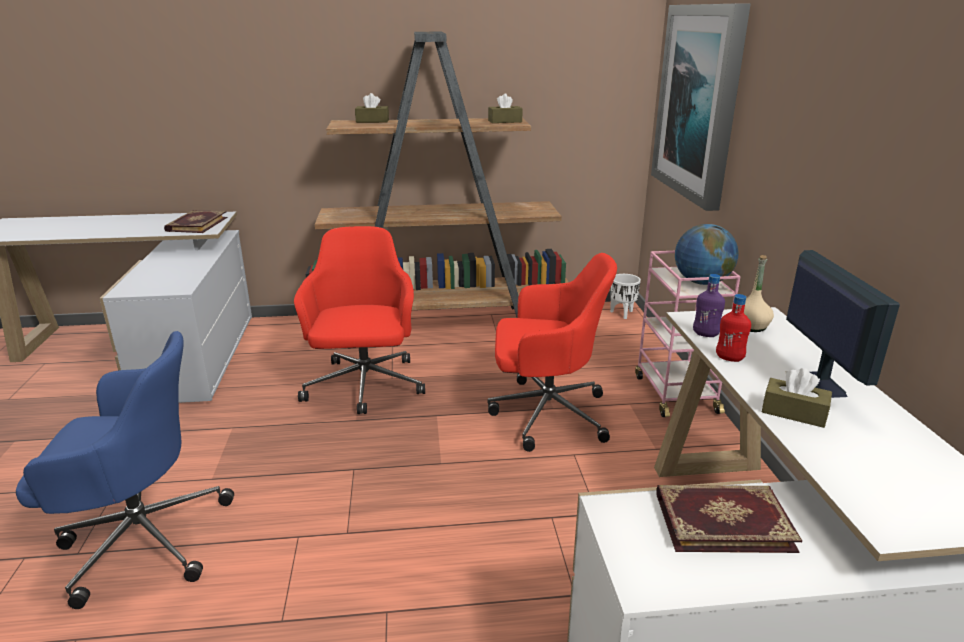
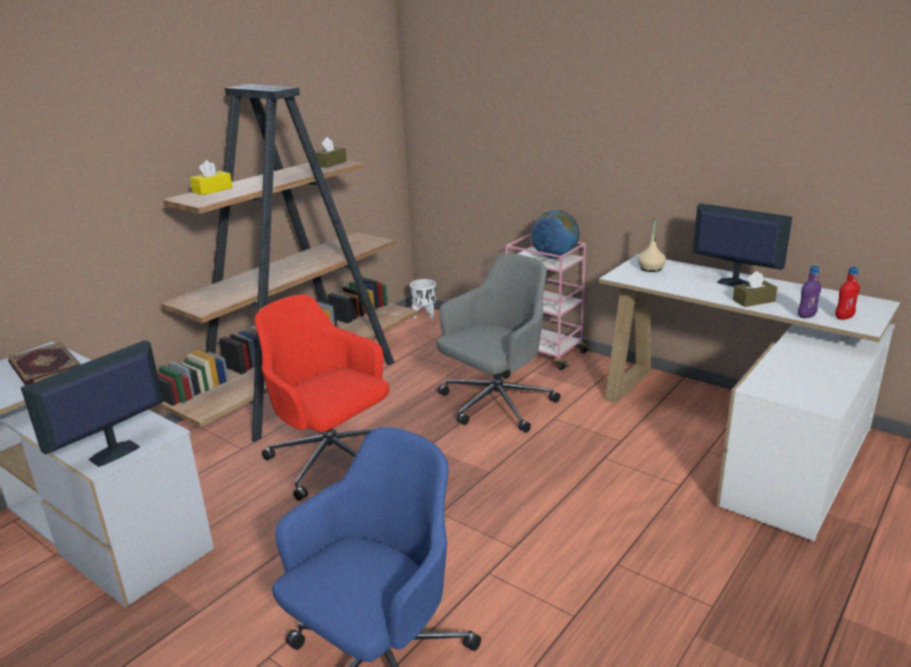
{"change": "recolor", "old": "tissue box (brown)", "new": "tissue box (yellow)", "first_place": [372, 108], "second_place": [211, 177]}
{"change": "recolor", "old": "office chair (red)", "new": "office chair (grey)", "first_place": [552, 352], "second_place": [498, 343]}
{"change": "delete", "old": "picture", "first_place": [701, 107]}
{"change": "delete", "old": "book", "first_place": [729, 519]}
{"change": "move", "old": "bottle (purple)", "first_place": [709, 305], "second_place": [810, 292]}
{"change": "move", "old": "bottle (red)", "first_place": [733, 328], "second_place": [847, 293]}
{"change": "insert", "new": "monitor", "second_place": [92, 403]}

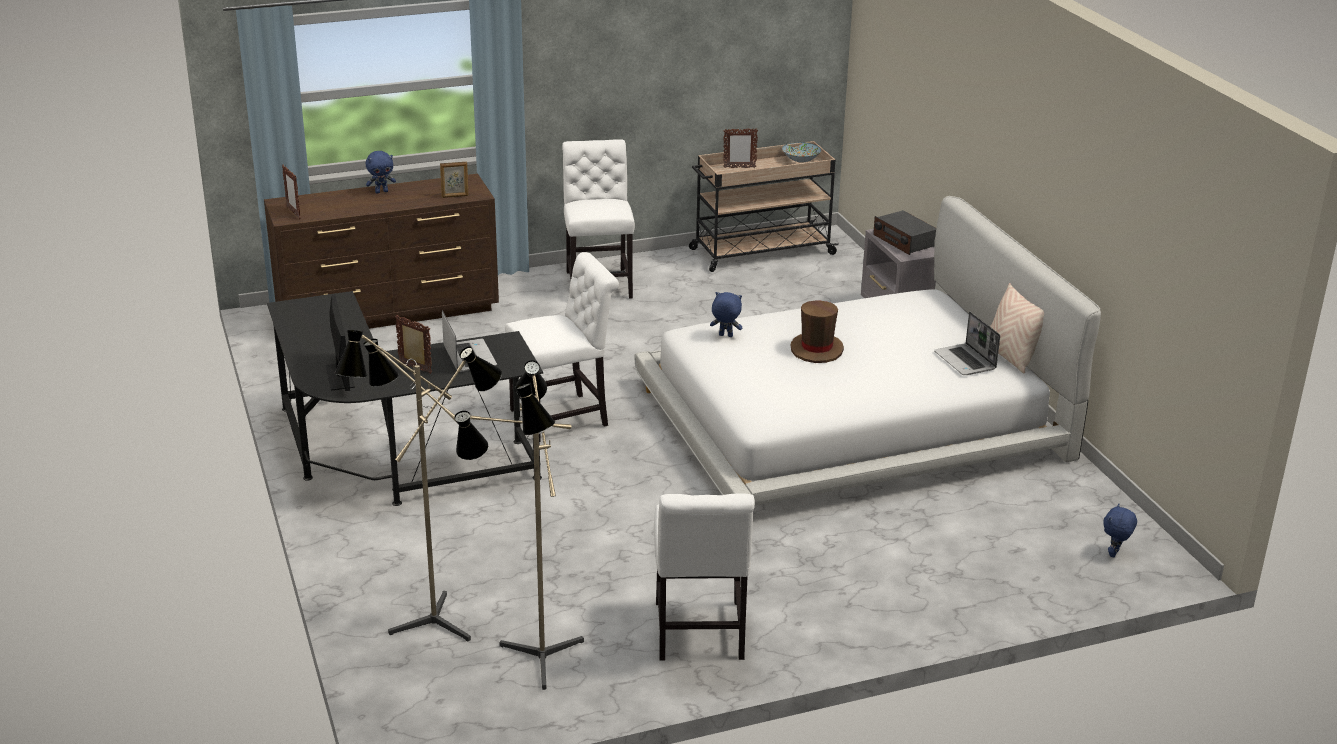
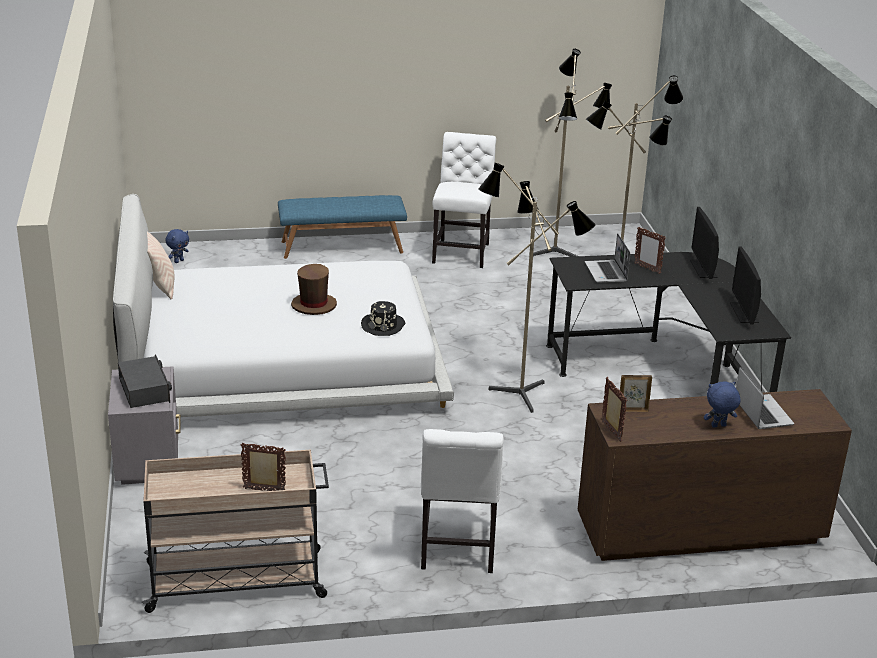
{"change": "move", "old": "picture frame", "first_place": [291, 192], "second_place": [614, 409]}
{"change": "replace", "old": "chair (white)", "new": "floor lamp", "first_place": [562, 347], "second_place": [537, 288]}
{"change": "replace", "old": "plush toy (blue)", "new": "hat (black)", "first_place": [726, 314], "second_place": [383, 318]}
{"change": "delete", "old": "bowl", "first_place": [801, 152]}
{"change": "move", "old": "laptop", "first_place": [967, 343], "second_place": [765, 398]}
{"change": "insert", "new": "bench (blue)", "second_place": [342, 227]}
{"change": "insert", "new": "monitor", "second_place": [745, 285]}

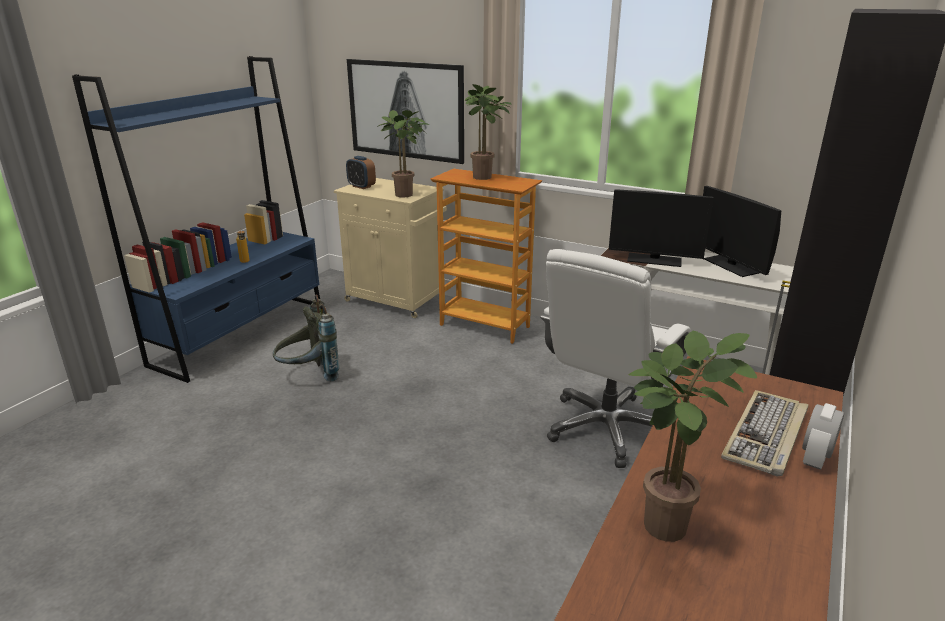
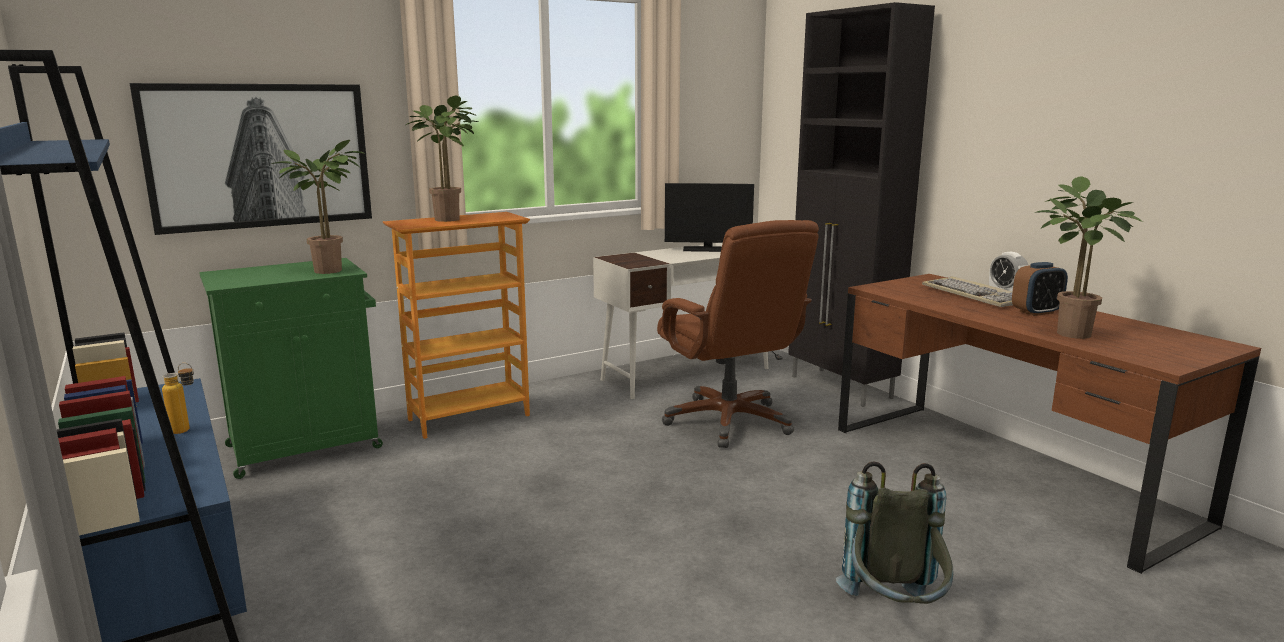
{"change": "move", "old": "backpack (grey)", "first_place": [306, 338], "second_place": [895, 532]}
{"change": "recolor", "old": "cabinet (beige)", "new": "cabinet (green)", "first_place": [390, 248], "second_place": [291, 368]}
{"change": "move", "old": "alarm clock", "first_place": [361, 172], "second_place": [1040, 289]}
{"change": "recolor", "old": "office chair (white)", "new": "office chair (brown)", "first_place": [615, 358], "second_place": [738, 334]}
{"change": "delete", "old": "monitor", "first_place": [661, 228]}

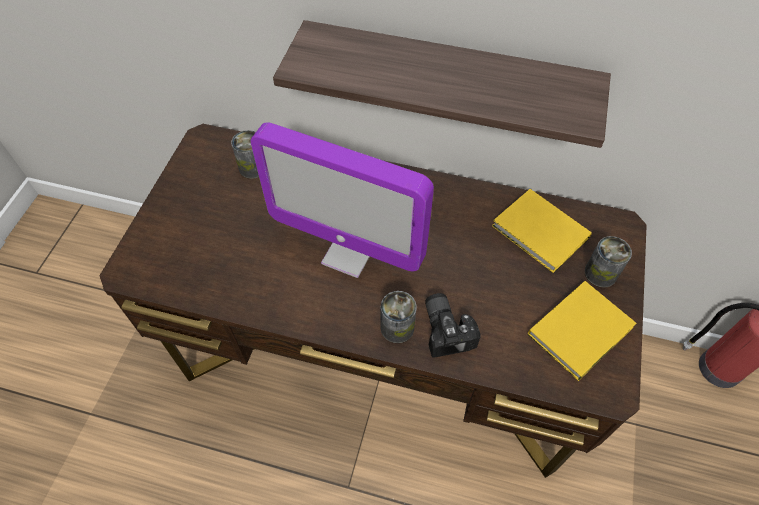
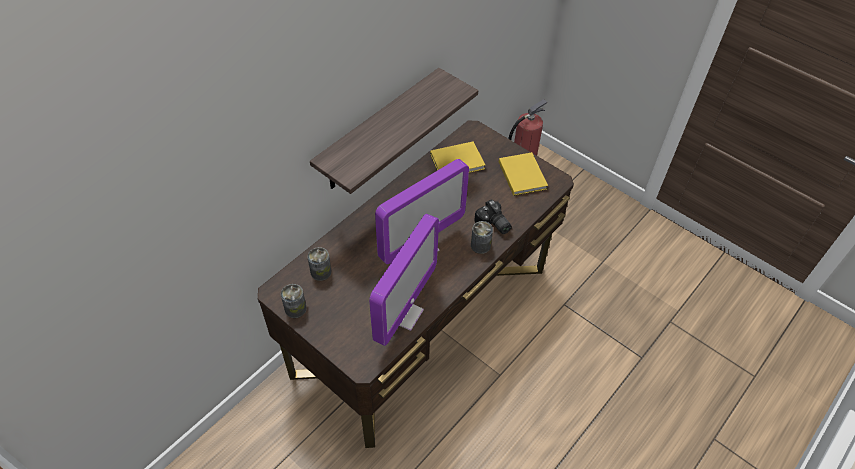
{"change": "rotate", "old": "photo camera", "first_place": [453, 325], "second_place": [493, 216], "degrees": -135}
{"change": "move", "old": "can", "first_place": [608, 262], "second_place": [294, 301]}
{"change": "insert", "new": "monitor", "second_place": [404, 280]}

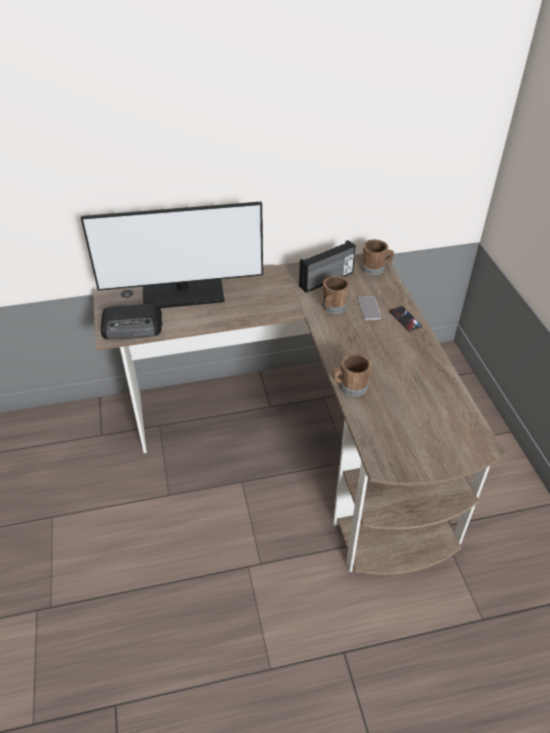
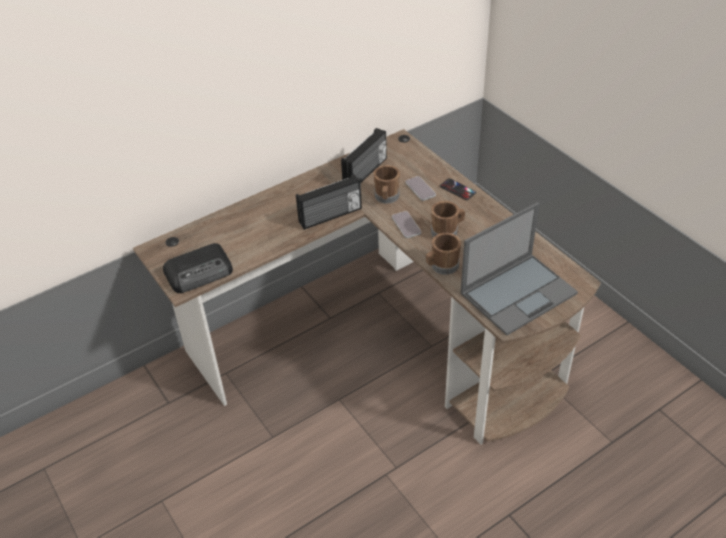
{"change": "delete", "old": "monitor", "first_place": [172, 254]}
{"change": "move", "old": "mug (brown)", "first_place": [377, 257], "second_place": [448, 219]}
{"change": "insert", "new": "radio", "second_place": [329, 202]}
{"change": "insert", "new": "phone", "second_place": [406, 224]}
{"change": "insert", "new": "laptop", "second_place": [519, 268]}

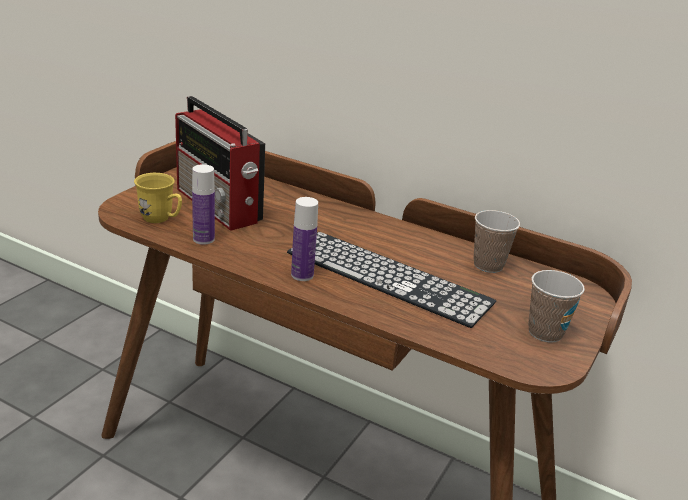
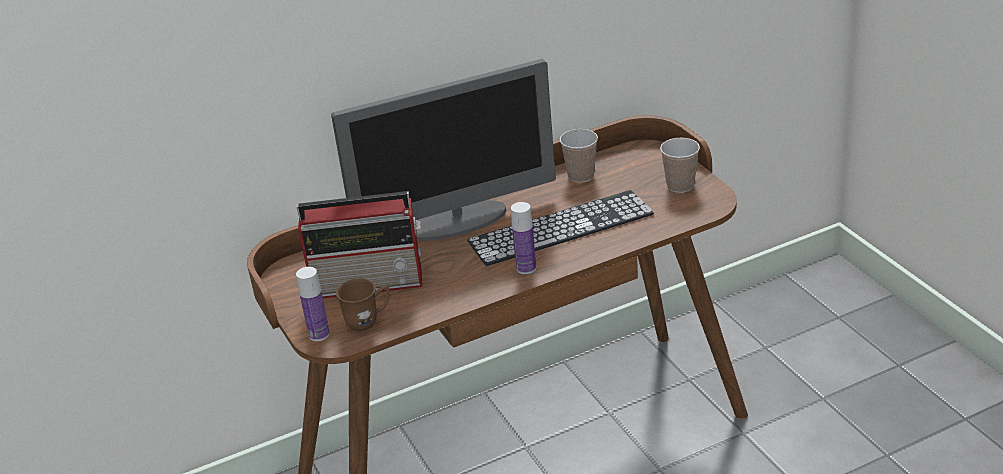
{"change": "recolor", "old": "mug (yellow)", "new": "mug (brown)", "first_place": [158, 198], "second_place": [363, 305]}
{"change": "move", "old": "bottle", "first_place": [203, 204], "second_place": [313, 304]}
{"change": "insert", "new": "monitor", "second_place": [443, 150]}

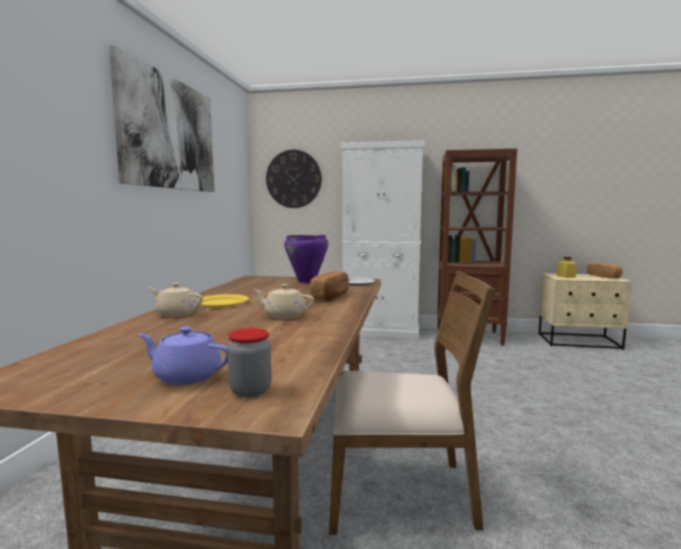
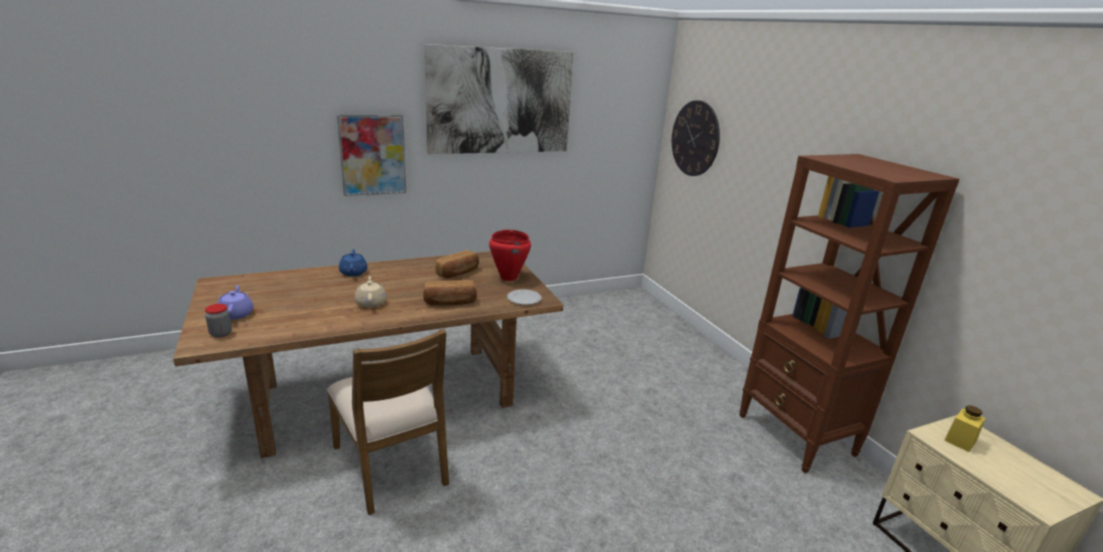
{"change": "recolor", "old": "teapot (beige)", "new": "teapot (blue)", "first_place": [176, 300], "second_place": [353, 262]}
{"change": "delete", "old": "plate (yellow)", "first_place": [223, 301]}
{"change": "recolor", "old": "cooking pot (purple)", "new": "cooking pot (red)", "first_place": [306, 259], "second_place": [510, 255]}
{"change": "delete", "old": "cabinet (white)", "first_place": [382, 239]}
{"change": "move", "old": "bread", "first_place": [605, 271], "second_place": [457, 264]}
{"change": "insert", "new": "picture", "second_place": [371, 155]}

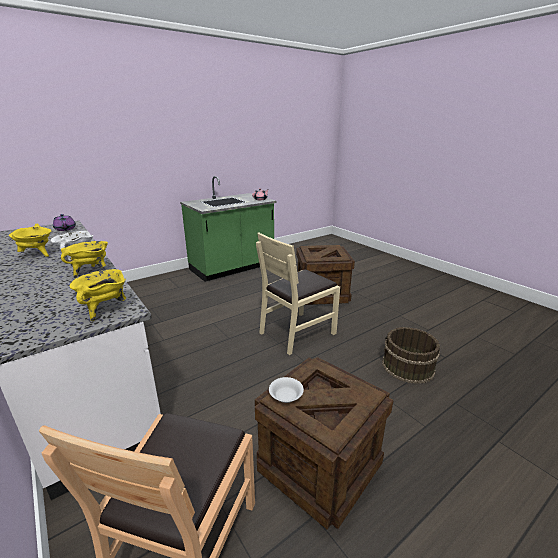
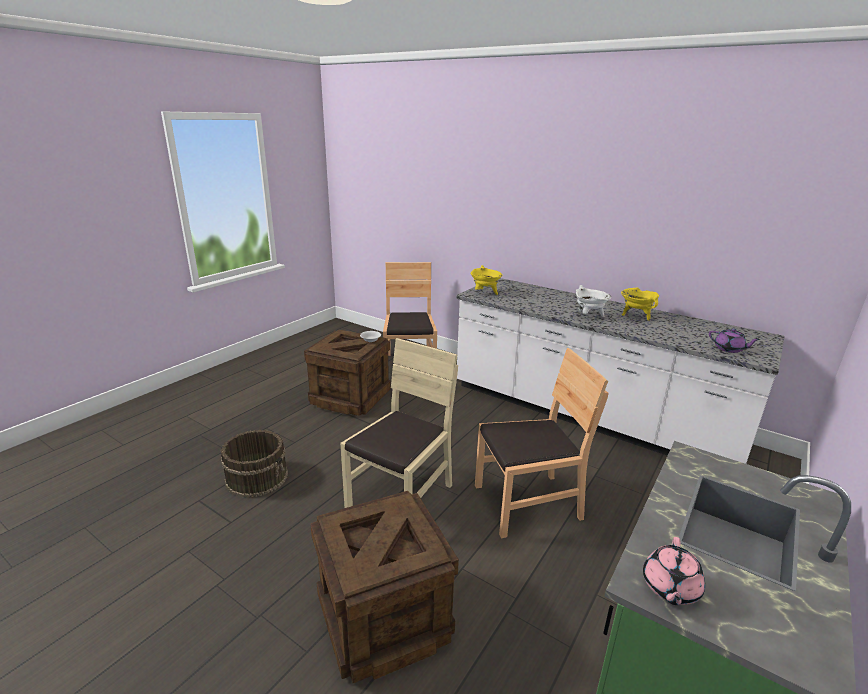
{"change": "delete", "old": "cooking pot (yellow)", "first_place": [84, 259]}
{"change": "insert", "new": "chair (brown)", "second_place": [541, 443]}

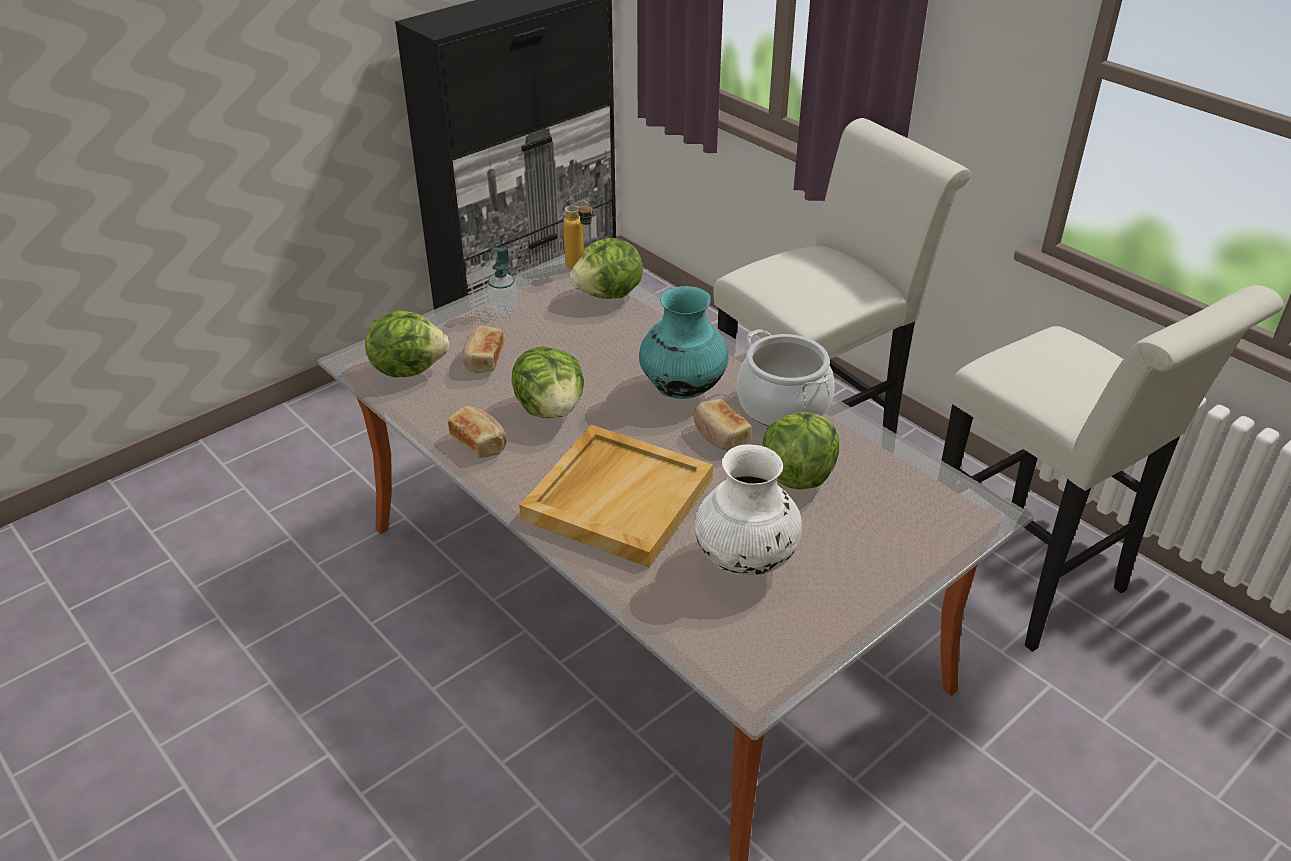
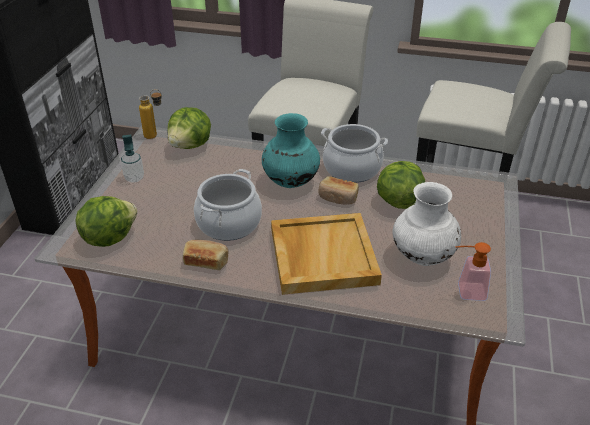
{"change": "delete", "old": "bread", "first_place": [483, 349]}
{"change": "replace", "old": "lettuce", "new": "cooking pot", "first_place": [548, 382], "second_place": [228, 205]}
{"change": "insert", "new": "soap dispenser", "second_place": [473, 271]}

